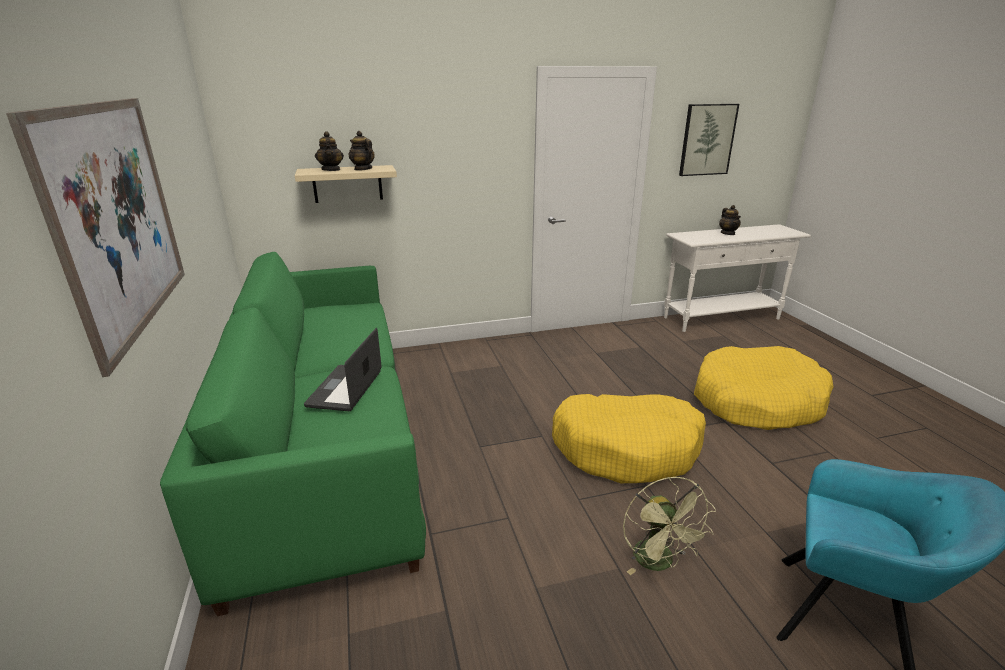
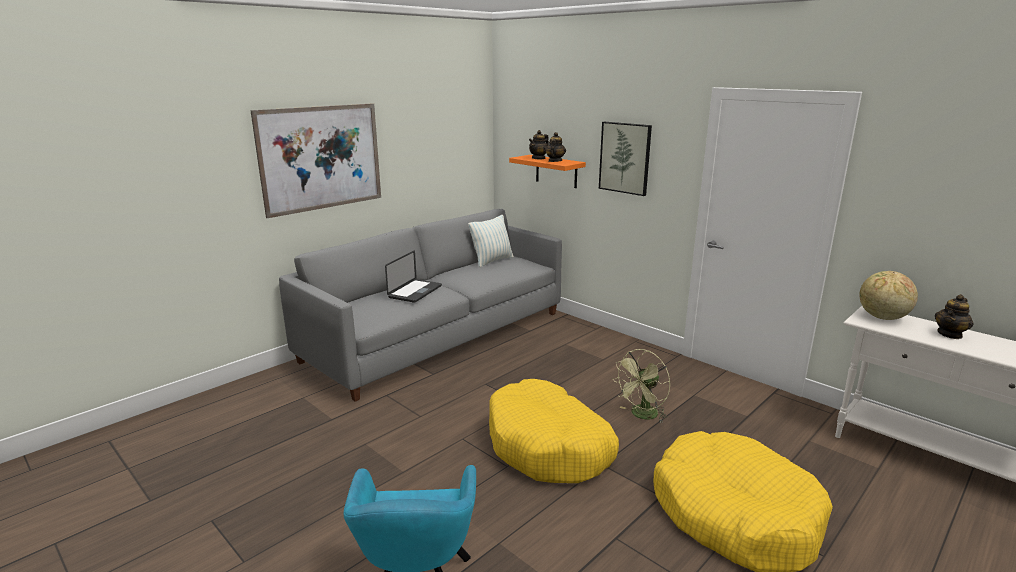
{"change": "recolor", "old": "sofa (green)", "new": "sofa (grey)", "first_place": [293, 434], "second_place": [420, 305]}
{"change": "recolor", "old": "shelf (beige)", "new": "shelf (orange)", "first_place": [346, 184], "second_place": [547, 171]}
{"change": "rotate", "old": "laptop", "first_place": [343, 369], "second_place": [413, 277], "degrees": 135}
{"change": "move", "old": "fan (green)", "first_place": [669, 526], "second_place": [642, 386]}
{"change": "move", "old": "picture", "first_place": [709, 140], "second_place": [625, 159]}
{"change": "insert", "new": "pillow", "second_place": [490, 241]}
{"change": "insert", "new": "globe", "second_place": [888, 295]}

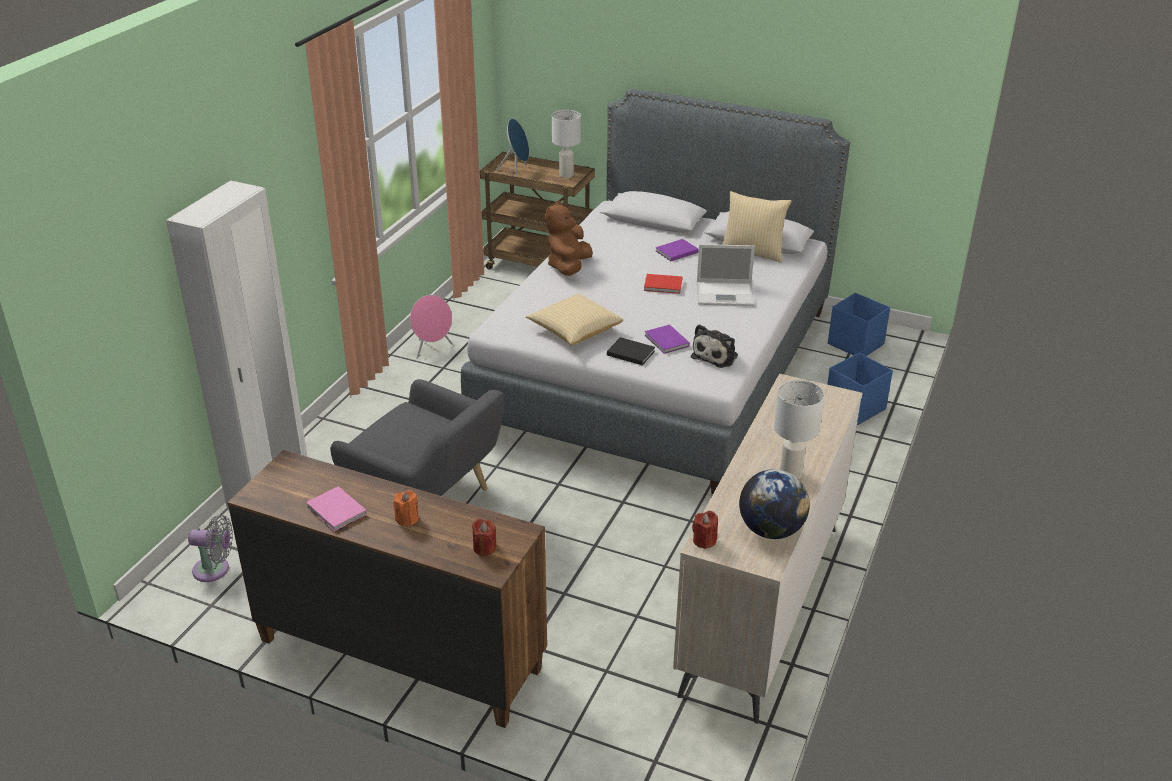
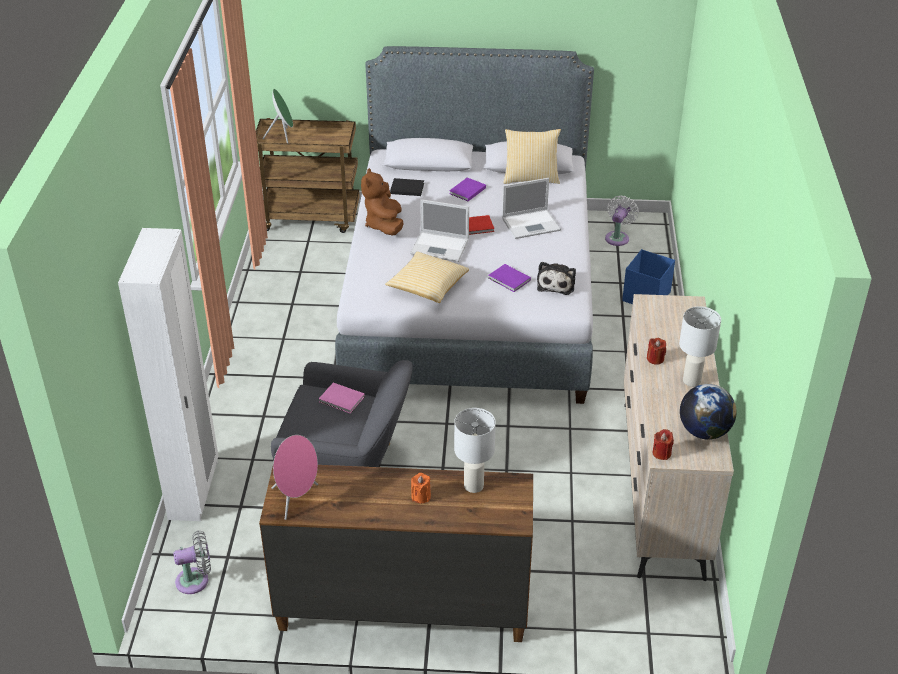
{"change": "move", "old": "book (pink)", "first_place": [336, 509], "second_place": [342, 398]}
{"change": "move", "old": "speaker (pink)", "first_place": [431, 327], "second_place": [295, 477]}
{"change": "move", "old": "candle (red)", "first_place": [484, 537], "second_place": [656, 351]}
{"change": "recolor", "old": "speaker (blue)", "new": "speaker (green)", "first_place": [512, 147], "second_place": [278, 116]}
{"change": "move", "old": "table lamp (white)", "first_place": [566, 144], "second_place": [475, 450]}
{"change": "move", "old": "book (black)", "first_place": [631, 351], "second_place": [407, 187]}
{"change": "replace", "old": "storage box (blue)", "new": "fan (white)", "first_place": [859, 324], "second_place": [622, 220]}
{"change": "insert", "new": "laptop", "second_place": [439, 230]}

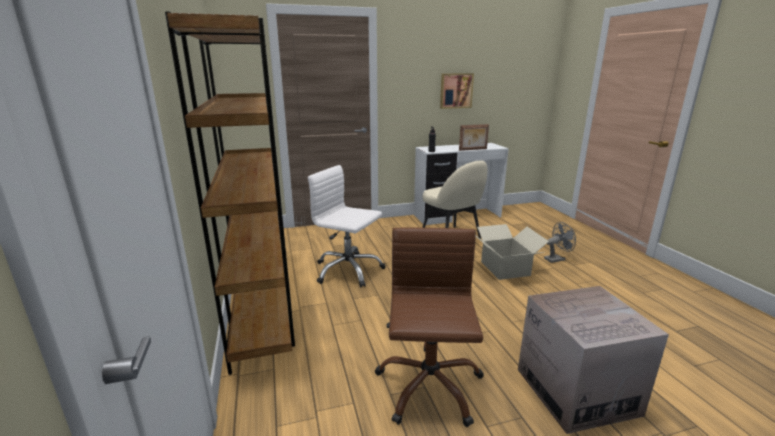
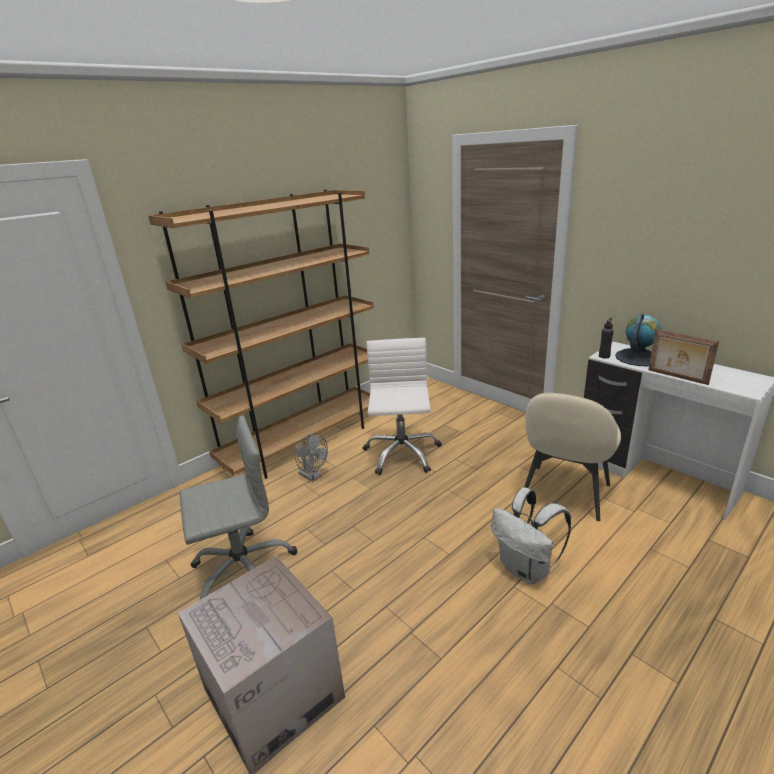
{"change": "recolor", "old": "office chair (brown)", "new": "office chair (grey)", "first_place": [429, 327], "second_place": [238, 508]}
{"change": "delete", "old": "picture", "first_place": [457, 91]}
{"change": "replace", "old": "cardboard box", "new": "backpack (white)", "first_place": [512, 252], "second_place": [531, 535]}
{"change": "move", "old": "fan (grey)", "first_place": [560, 242], "second_place": [311, 458]}
{"change": "insert", "new": "globe", "second_place": [638, 340]}

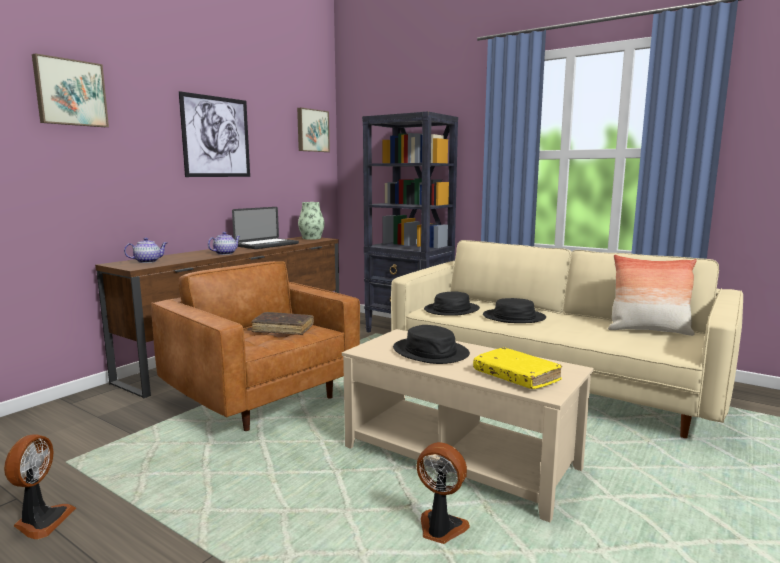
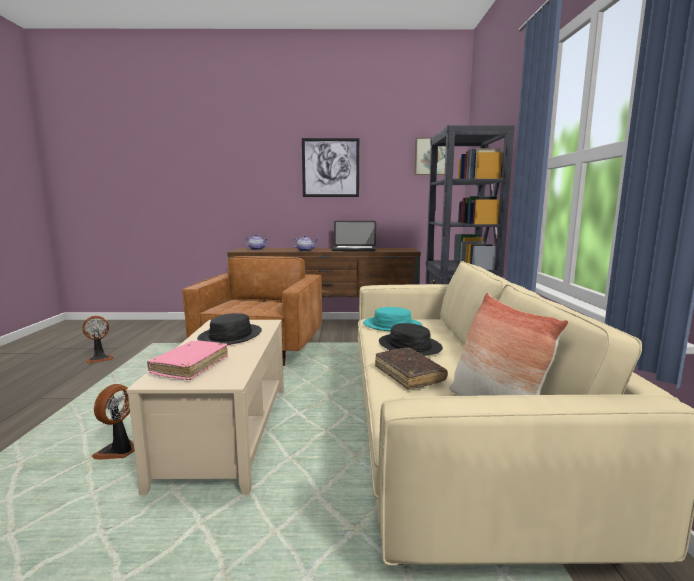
{"change": "delete", "old": "picture", "first_place": [70, 90]}
{"change": "move", "old": "book (brown)", "first_place": [282, 323], "second_place": [411, 369]}
{"change": "delete", "old": "vase", "first_place": [311, 221]}
{"change": "rotate", "old": "fan", "first_place": [443, 493], "second_place": [113, 422], "degrees": -150}
{"change": "recolor", "old": "hat (black)", "new": "hat (turquoise)", "first_place": [452, 303], "second_place": [392, 319]}
{"change": "recolor", "old": "book (yellow)", "new": "book (pink)", "first_place": [517, 368], "second_place": [187, 360]}

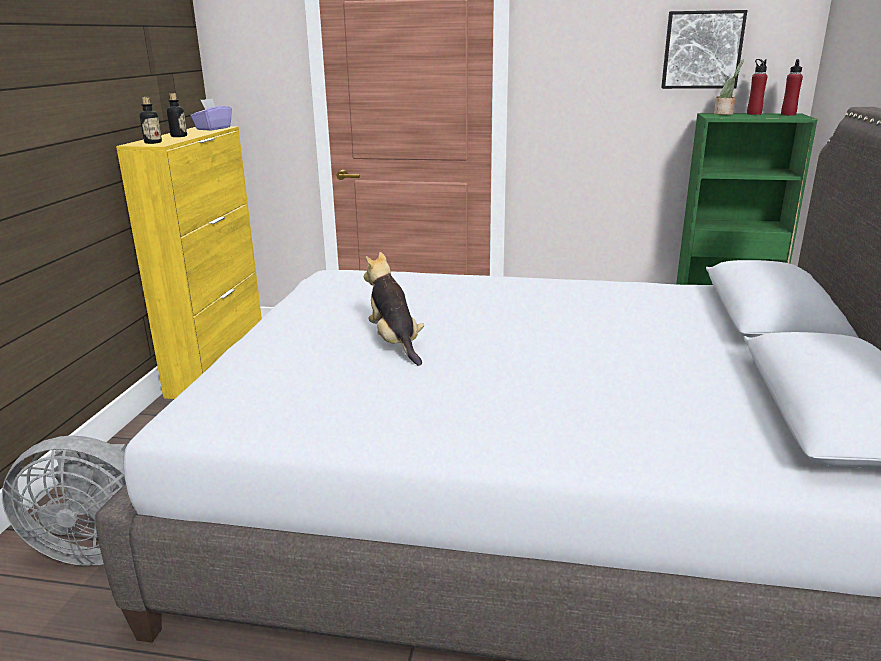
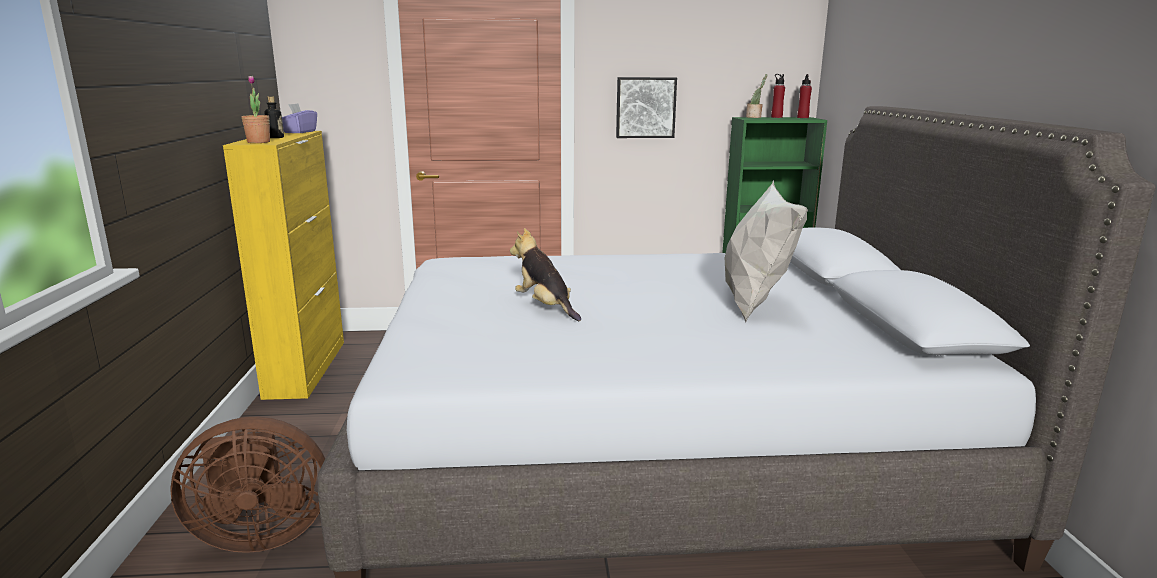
{"change": "recolor", "old": "fan (grey)", "new": "fan (brown)", "first_place": [64, 500], "second_place": [248, 485]}
{"change": "replace", "old": "bottle", "new": "potted plant", "first_place": [151, 120], "second_place": [256, 109]}
{"change": "move", "old": "picture", "first_place": [704, 49], "second_place": [646, 107]}
{"change": "insert", "new": "pillow (white)", "second_place": [766, 251]}

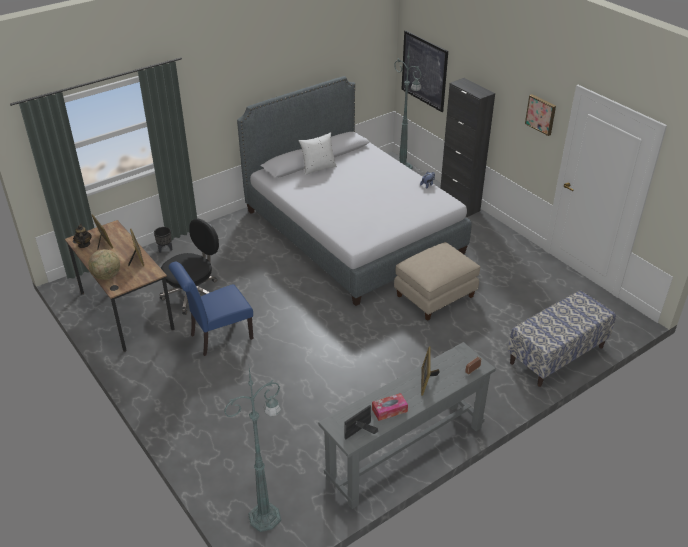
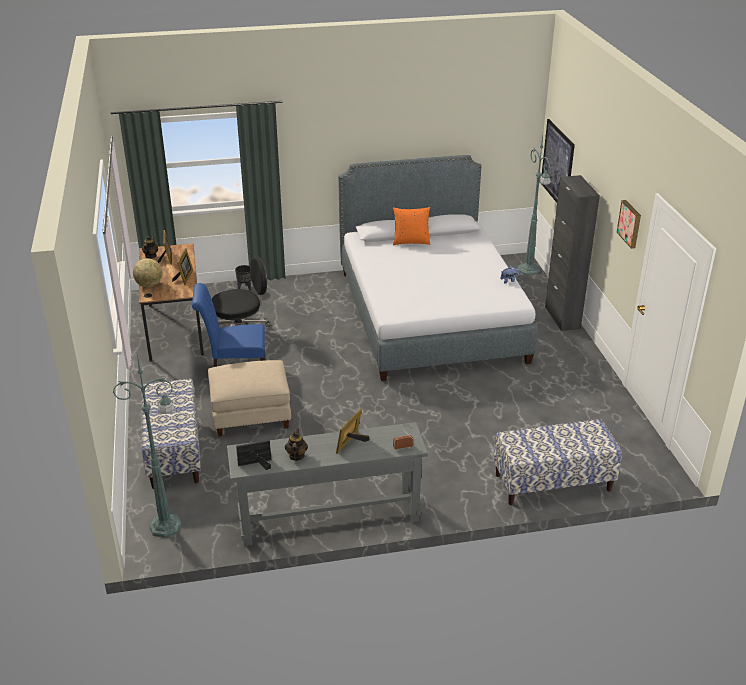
{"change": "recolor", "old": "pillow (white)", "new": "pillow (orange)", "first_place": [318, 153], "second_place": [411, 226]}
{"change": "replace", "old": "tissue box", "new": "teapot", "first_place": [390, 407], "second_place": [296, 445]}
{"change": "move", "old": "ottoman (beige)", "first_place": [437, 281], "second_place": [249, 398]}
{"change": "insert", "new": "bench", "second_place": [171, 433]}

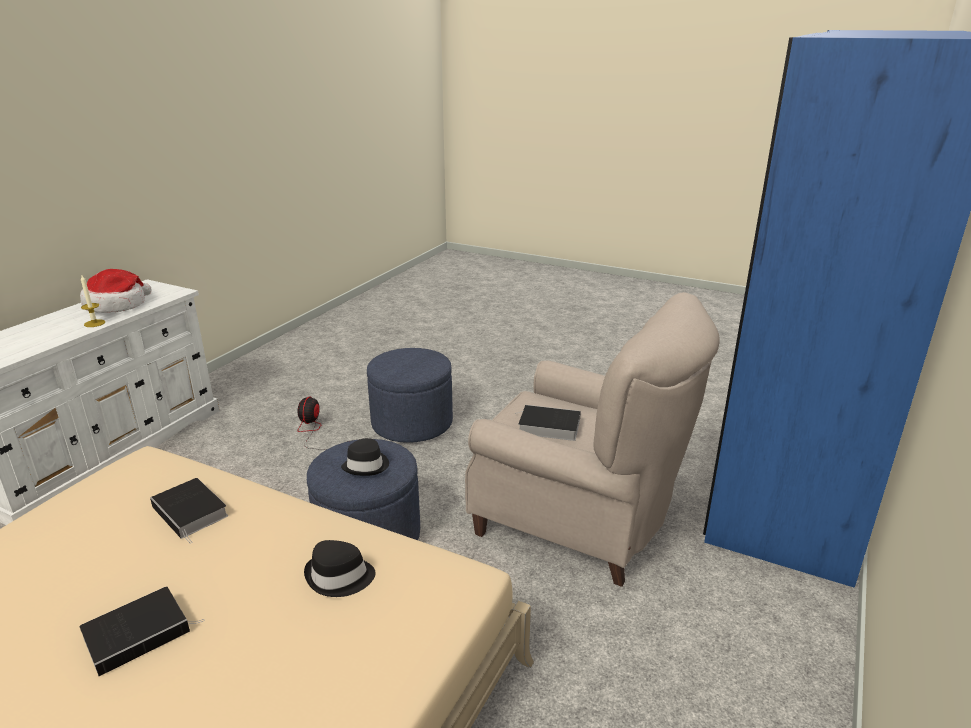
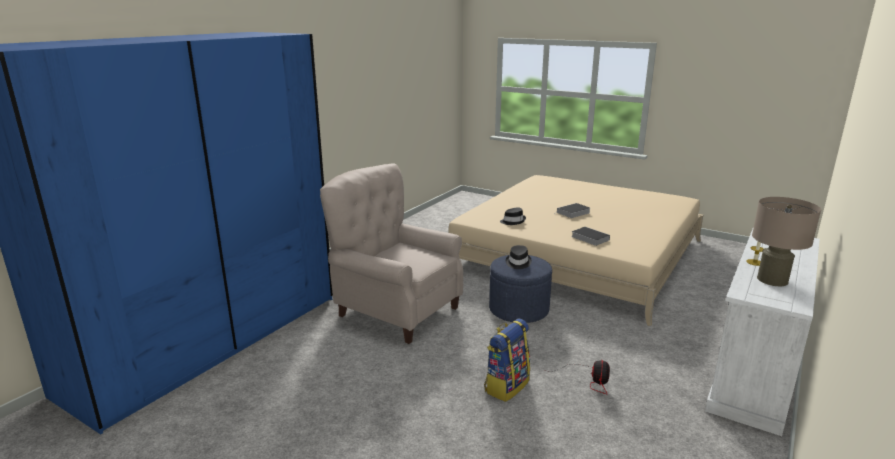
{"change": "replace", "old": "hat", "new": "table lamp (beige)", "first_place": [115, 291], "second_place": [786, 241]}
{"change": "replace", "old": "ottoman (blue)", "new": "backpack", "first_place": [410, 395], "second_place": [507, 360]}
{"change": "delete", "old": "book", "first_place": [548, 423]}

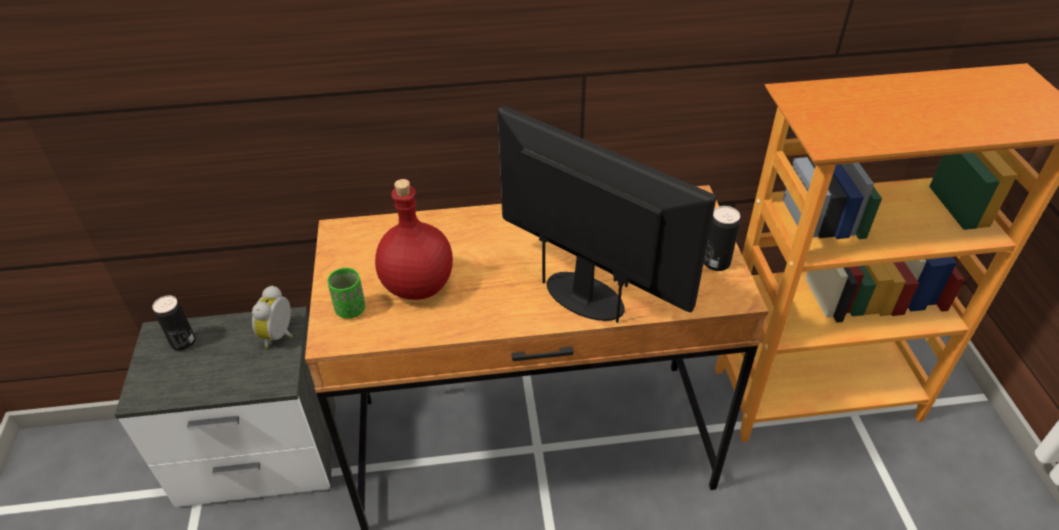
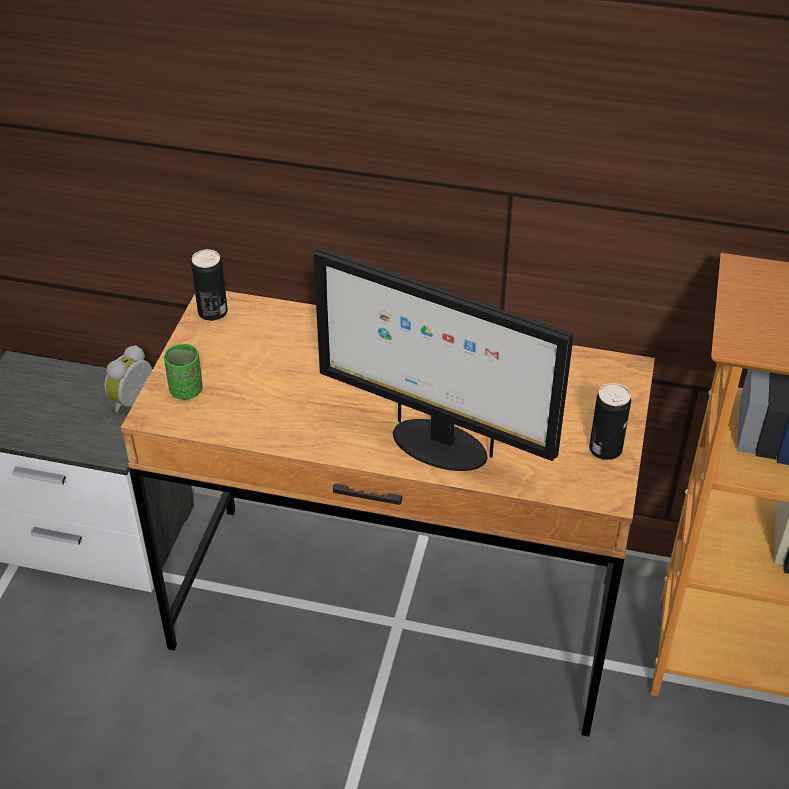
{"change": "move", "old": "can", "first_place": [174, 323], "second_place": [209, 285]}
{"change": "delete", "old": "bottle (red)", "first_place": [414, 239]}
{"change": "rotate", "old": "monitor", "first_place": [607, 214], "second_place": [443, 359], "degrees": 150}

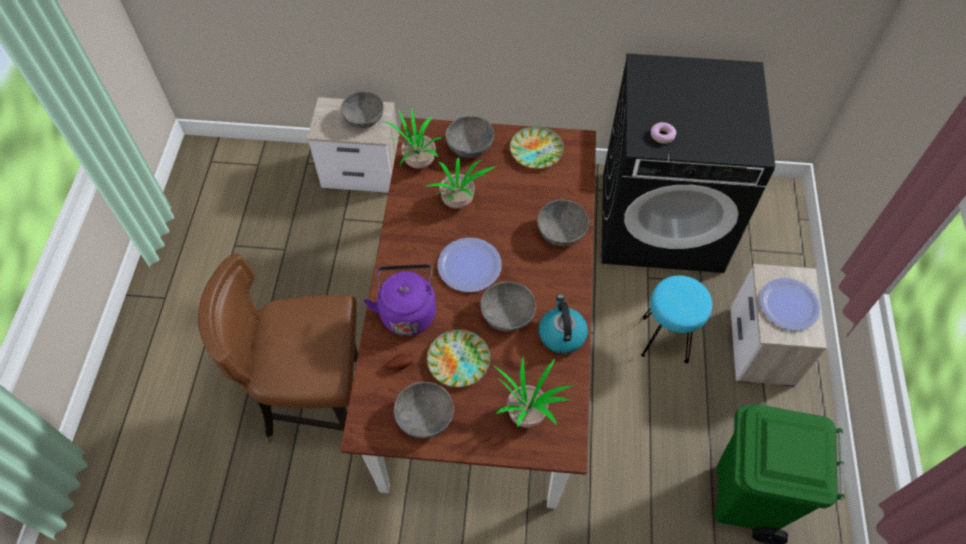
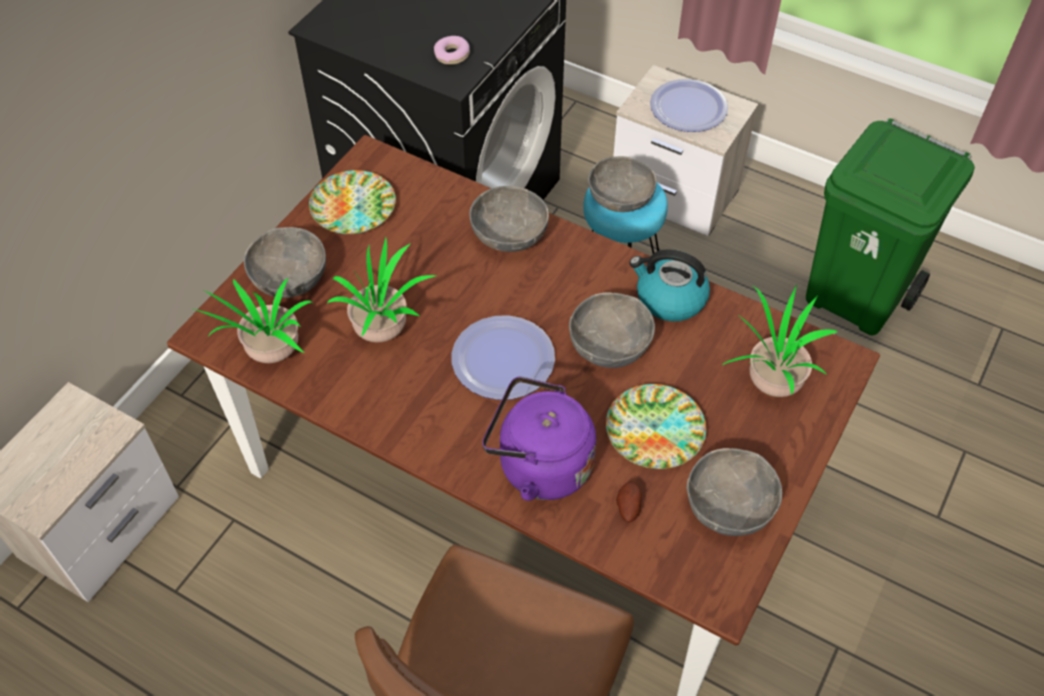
{"change": "move", "old": "bowl (grey)", "first_place": [362, 109], "second_place": [622, 184]}

